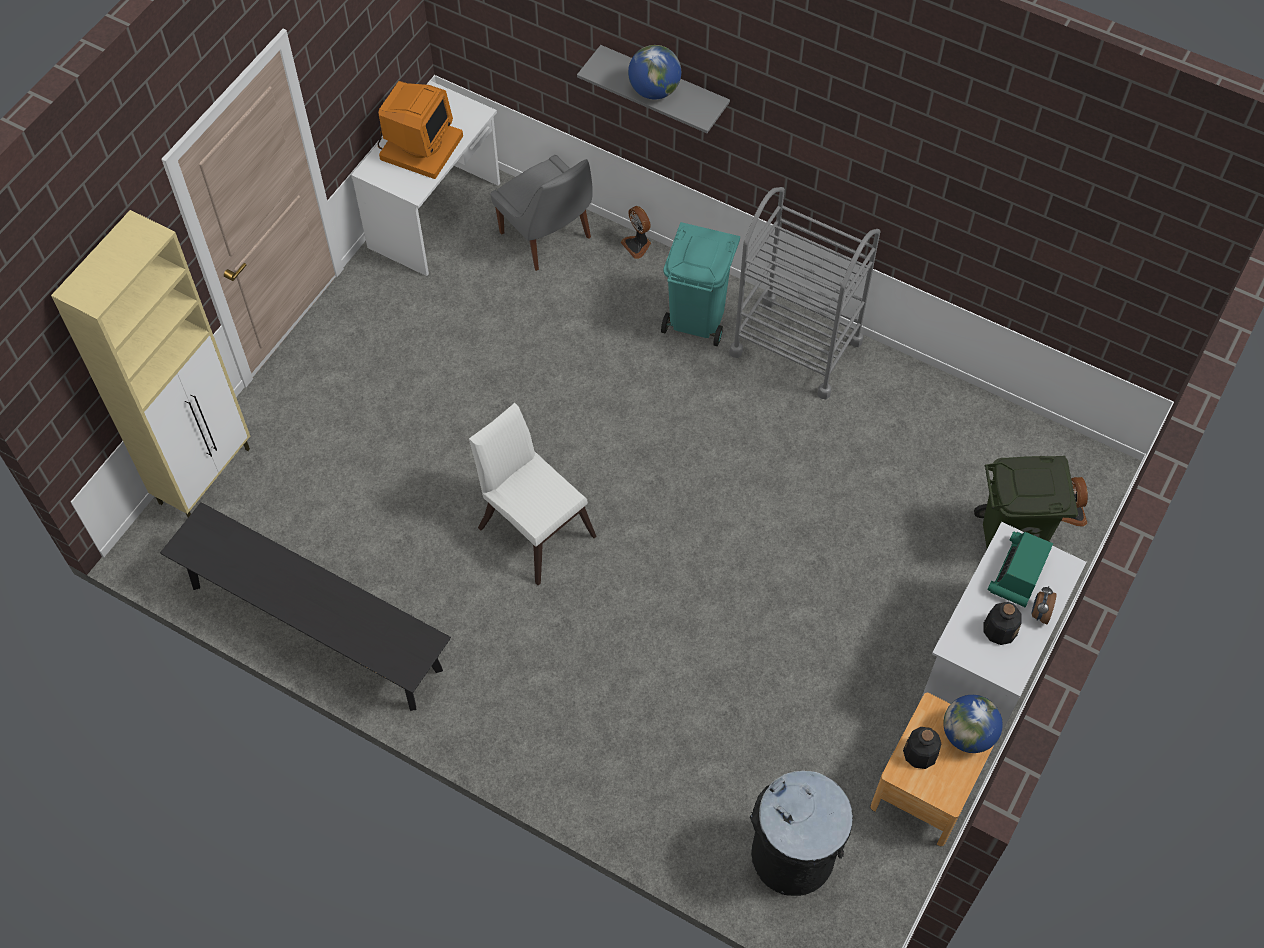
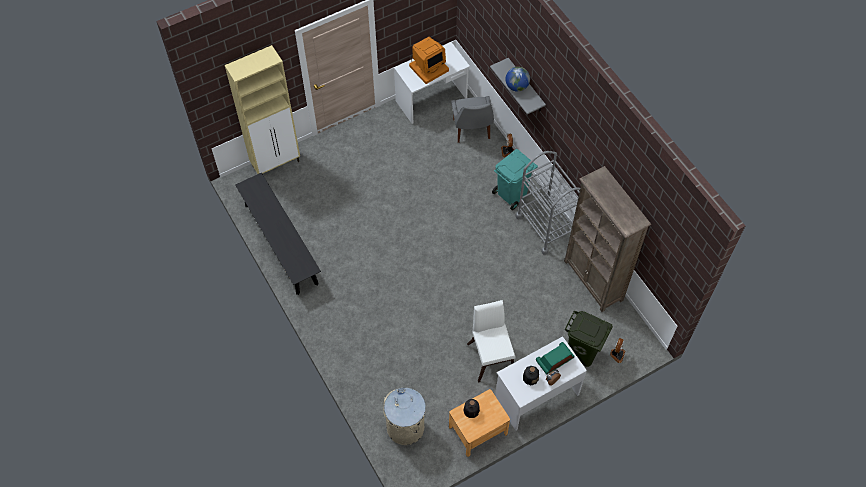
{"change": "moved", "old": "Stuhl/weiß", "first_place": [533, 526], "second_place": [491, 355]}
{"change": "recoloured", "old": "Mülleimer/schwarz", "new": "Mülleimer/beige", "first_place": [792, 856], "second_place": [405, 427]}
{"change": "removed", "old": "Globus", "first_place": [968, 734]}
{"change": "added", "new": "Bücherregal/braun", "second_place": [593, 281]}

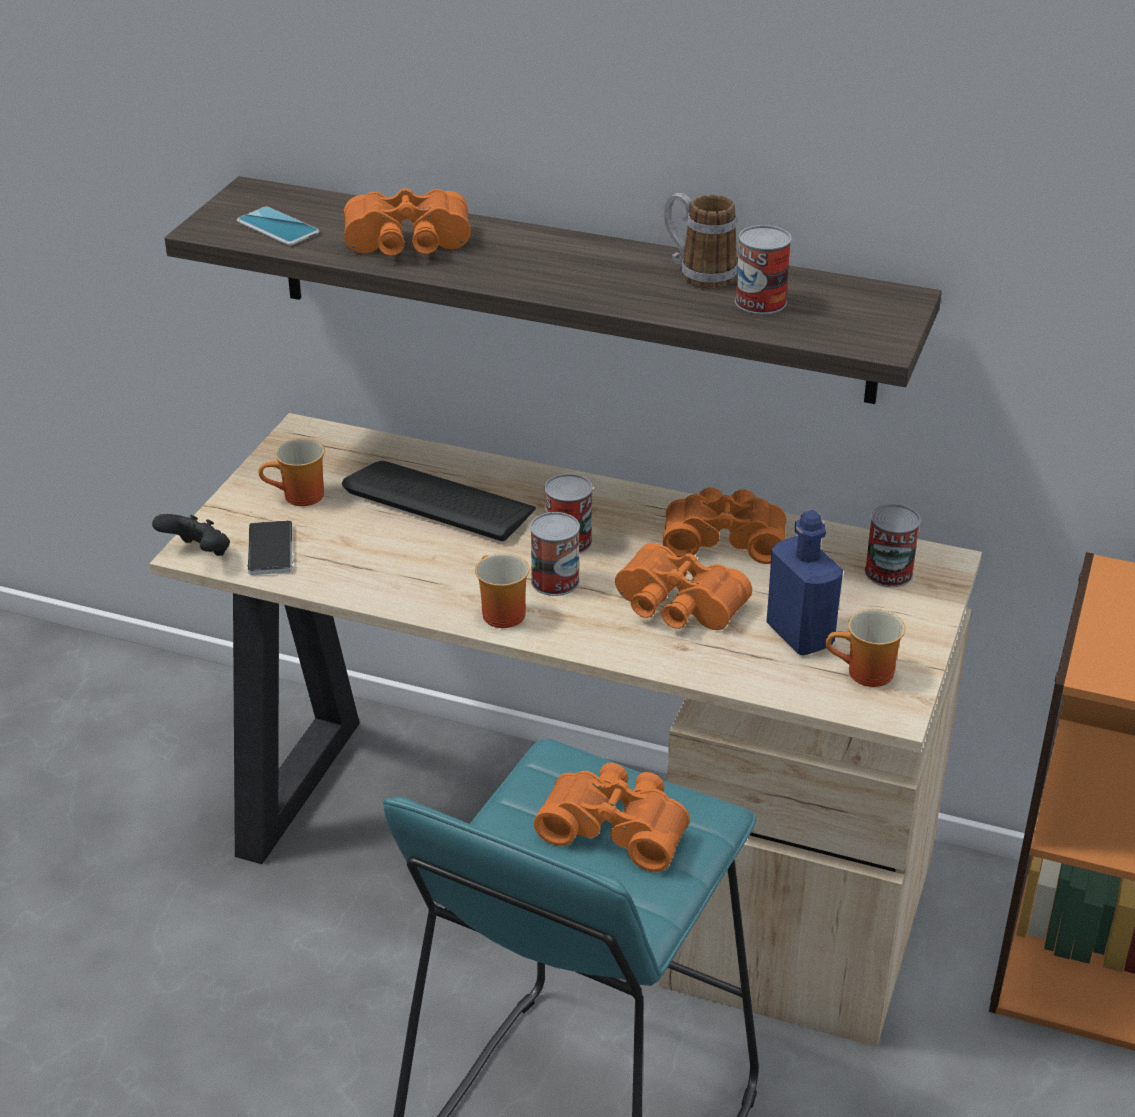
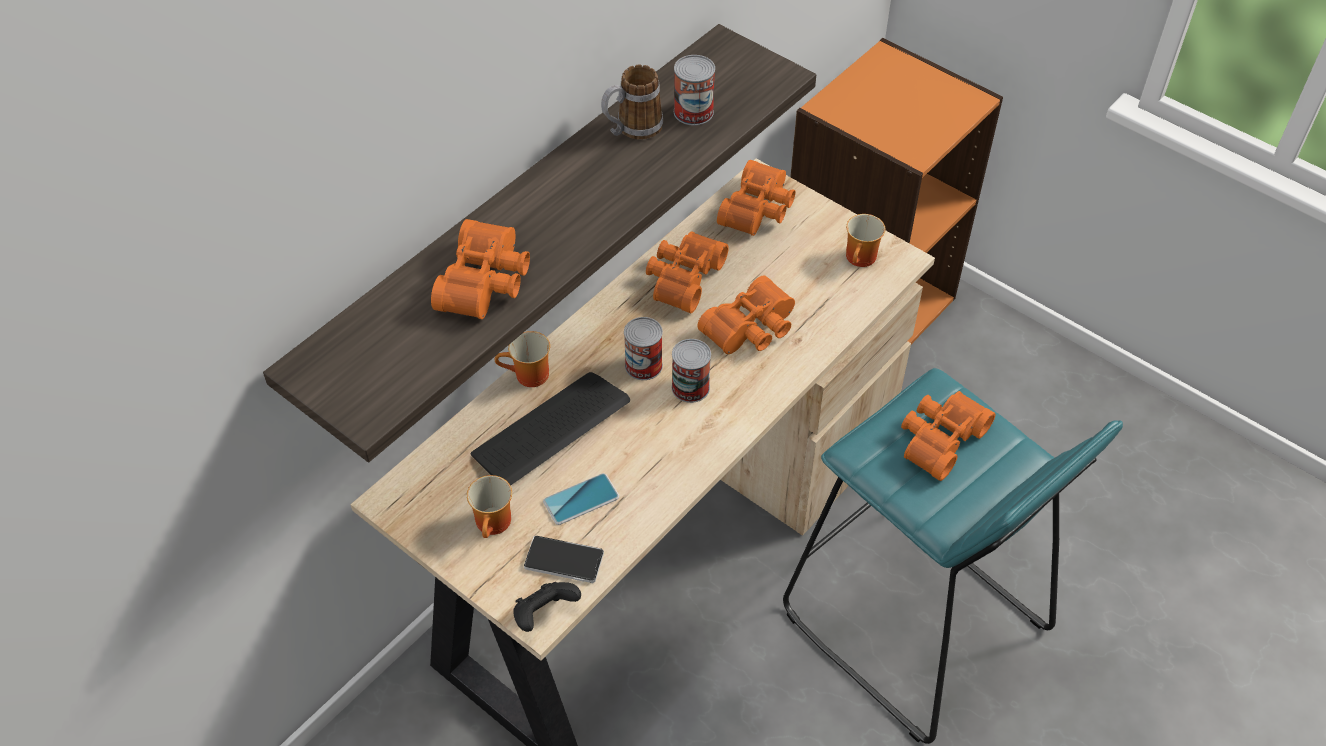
{"change": "moved", "old": "Handy", "first_place": [278, 227], "second_place": [581, 499]}
{"change": "moved", "old": "Henkelbecher", "first_place": [498, 613], "second_place": [528, 377]}
{"change": "removed", "old": "Flasche/blau", "first_place": [800, 635]}
{"change": "replaced", "old": "Dose", "new": "Fernglas/orange", "first_place": [888, 573], "second_place": [760, 209]}

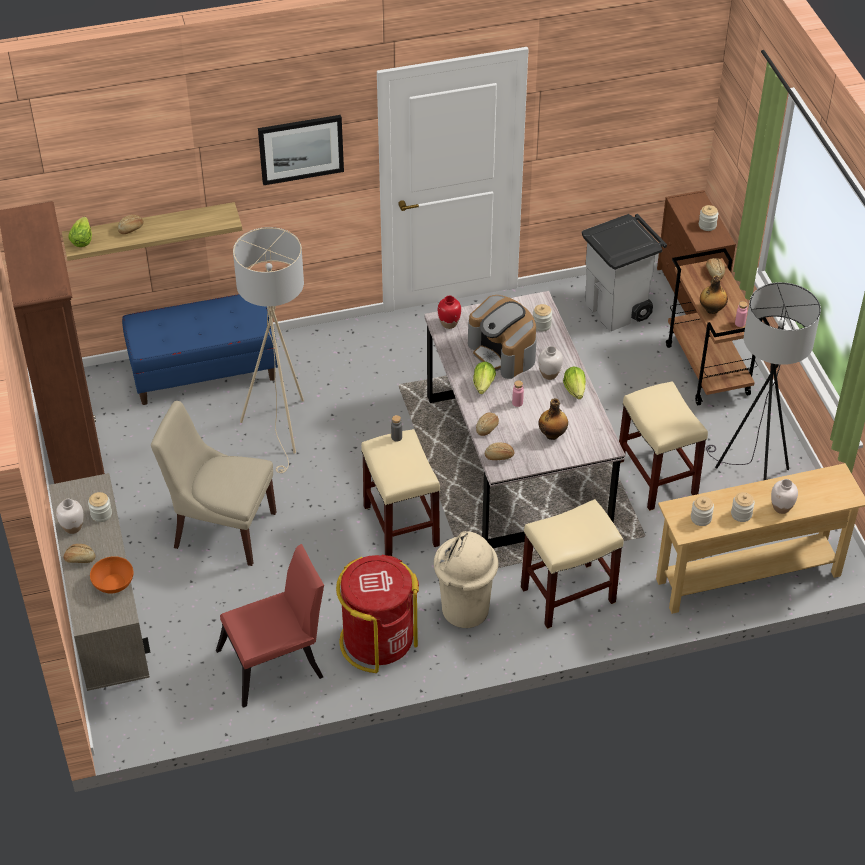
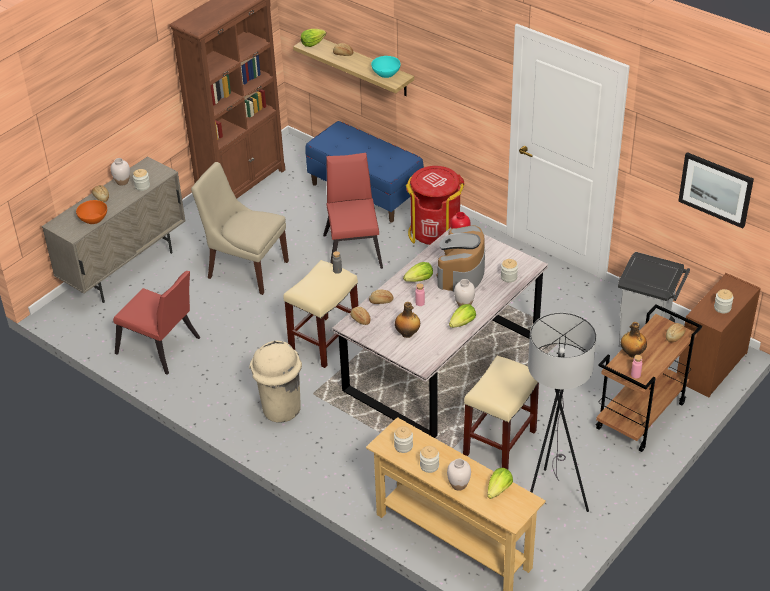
{"change": "turned", "old": "Stuhl/beige", "first_place": [221, 529], "second_place": [245, 268], "degrees": -45}
{"change": "replaced", "old": "Stehlampe/beige", "new": "Stuhl/rot", "first_place": [282, 429], "second_place": [353, 248]}
{"change": "moved", "old": "Bild", "first_place": [301, 149], "second_place": [716, 189]}
{"change": "moved", "old": "Mülleimer/rot", "first_place": [377, 641], "second_place": [435, 233]}
{"change": "removed", "old": "Hocker/beige", "first_place": [567, 596]}
{"change": "added", "new": "Schüssel/türkis", "second_place": [386, 73]}
{"change": "added", "new": "Salatkopf", "second_place": [499, 490]}

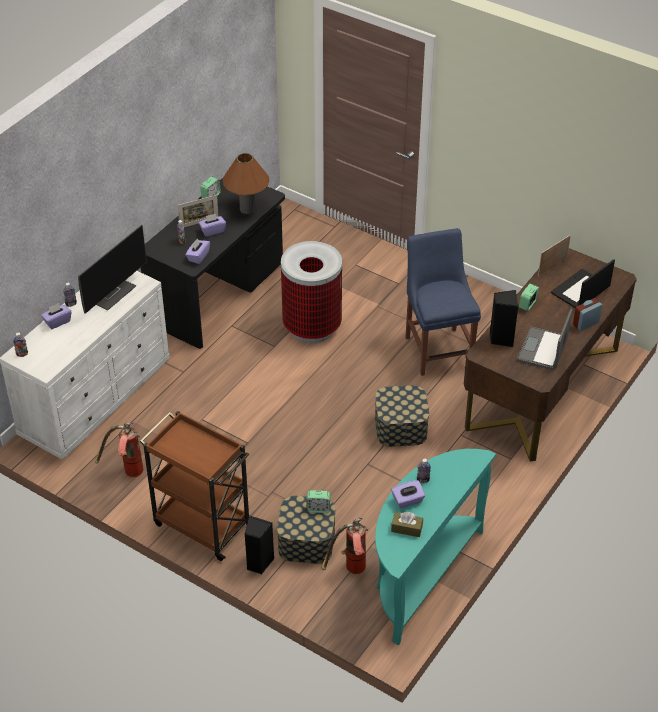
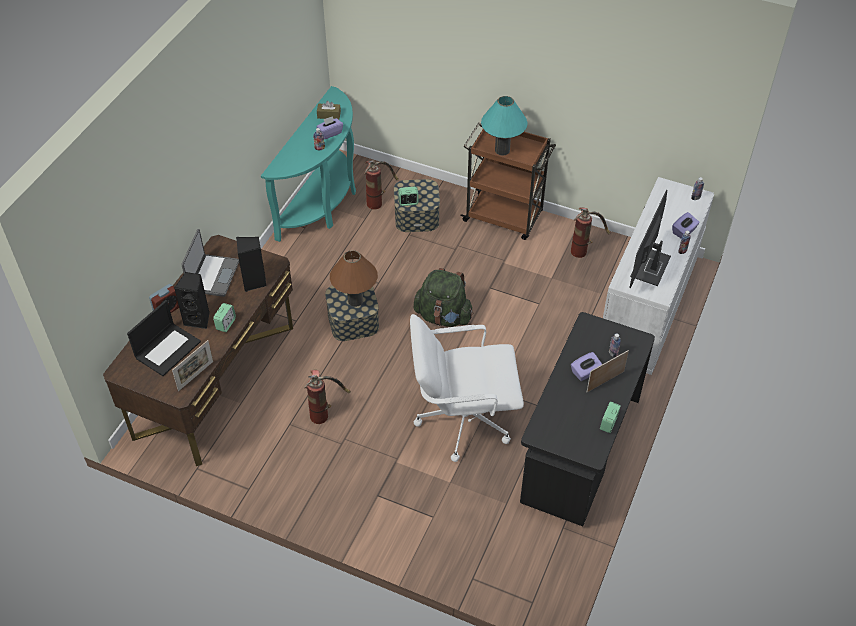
{"change": "removed", "old": "Taschentuchbox/lila", "first_place": [198, 257]}
{"change": "moved", "old": "Tischlampe/braun", "first_place": [247, 209], "second_place": [355, 300]}
{"change": "moved", "old": "Lautsprecher/schwarz", "first_place": [258, 563], "second_place": [198, 319]}
{"change": "replaced", "old": "Mülleimer", "new": "Bürostuhl/weiß", "first_place": [312, 327], "second_place": [462, 420]}
{"change": "replaced", "old": "Stuhl/blau", "new": "Feuerlöscher", "first_place": [437, 349], "second_place": [325, 412]}
{"change": "added", "new": "Rucksack/grün", "second_place": [443, 316]}
{"change": "added", "new": "Tischlampe/türkis", "second_place": [502, 150]}

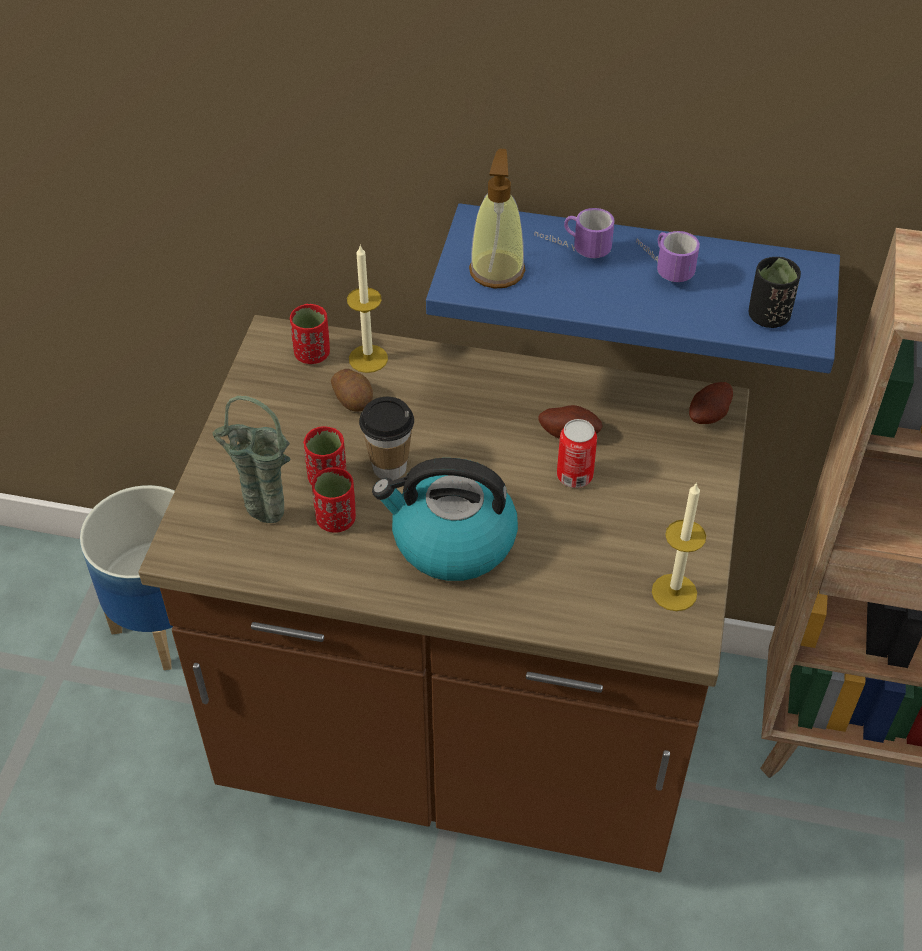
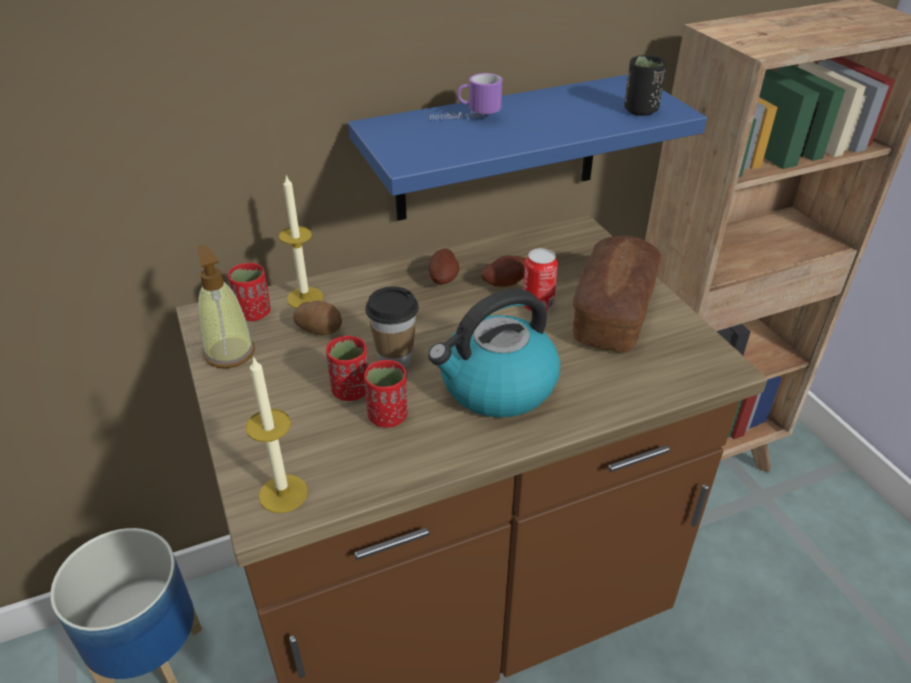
{"change": "removed", "old": "Vase/grün", "first_place": [262, 519]}
{"change": "moved", "old": "Seifenspender", "first_place": [497, 270], "second_place": [229, 352]}
{"change": "removed", "old": "Henkelbecher", "first_place": [661, 266]}
{"change": "moved", "old": "Kerze", "first_place": [674, 592], "second_place": [283, 493]}
{"change": "moved", "old": "Kartoffel", "first_place": [710, 416], "second_place": [444, 279]}
{"change": "added", "new": "Brot", "second_place": [613, 313]}

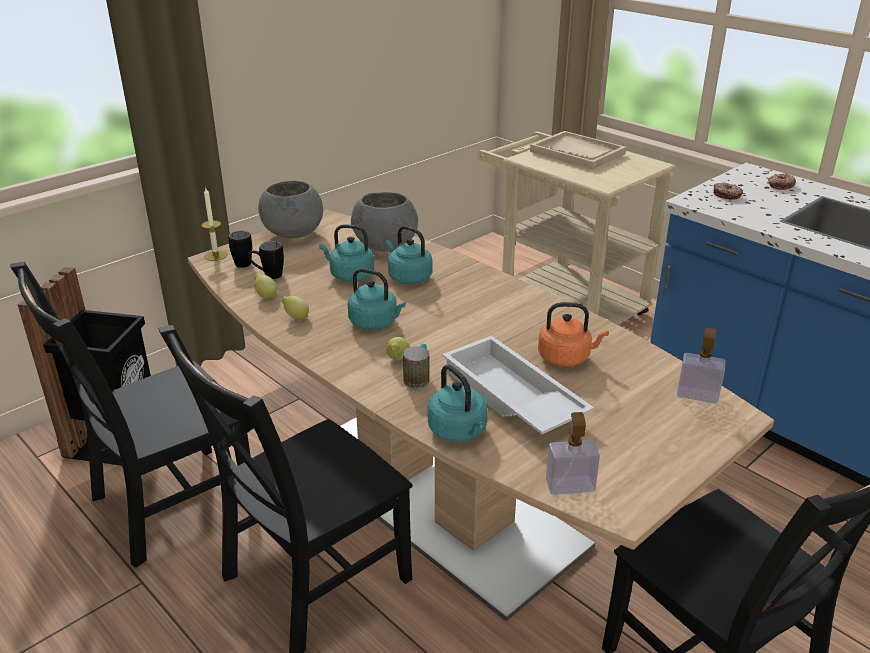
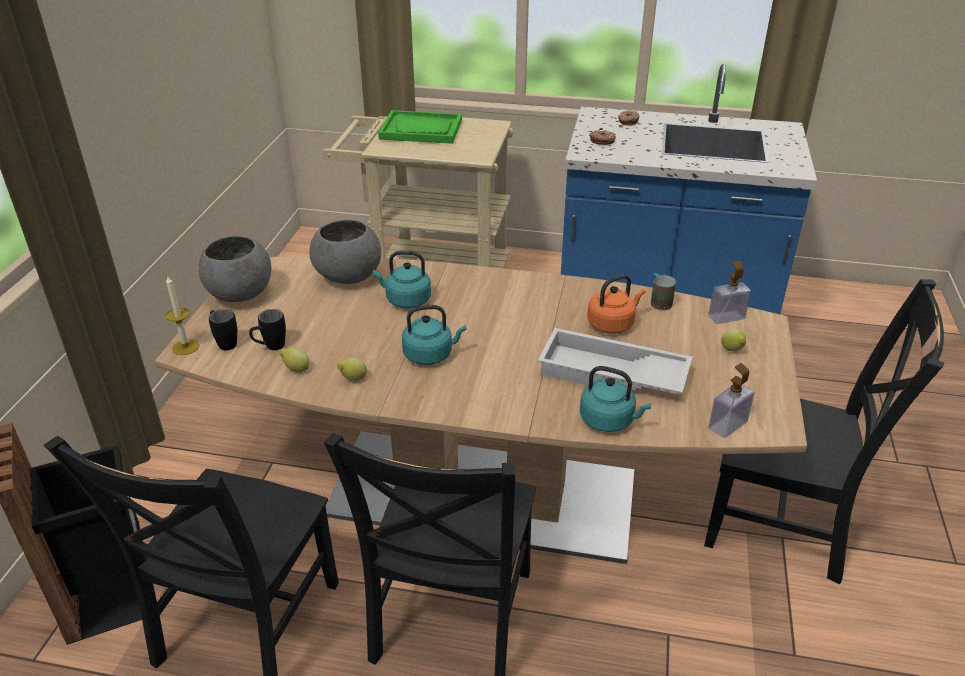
{"change": "removed", "old": "Wasserkessel/türkis", "first_place": [349, 275]}
{"change": "moved", "old": "Zitrone", "first_place": [397, 360], "second_place": [732, 350]}
{"change": "moved", "old": "Henkelbecher", "first_place": [418, 378], "second_place": [659, 301]}
{"change": "recoloured", "old": "Tablett/beige", "new": "Tablett/grün", "first_place": [577, 152], "second_place": [421, 129]}

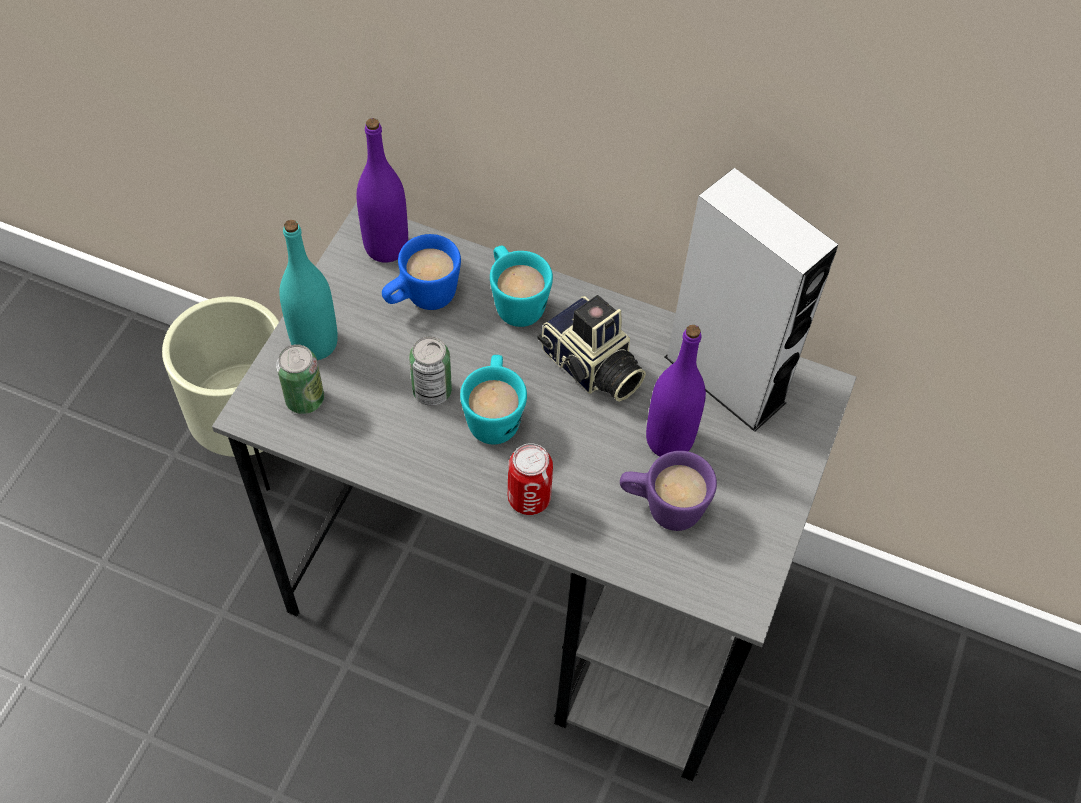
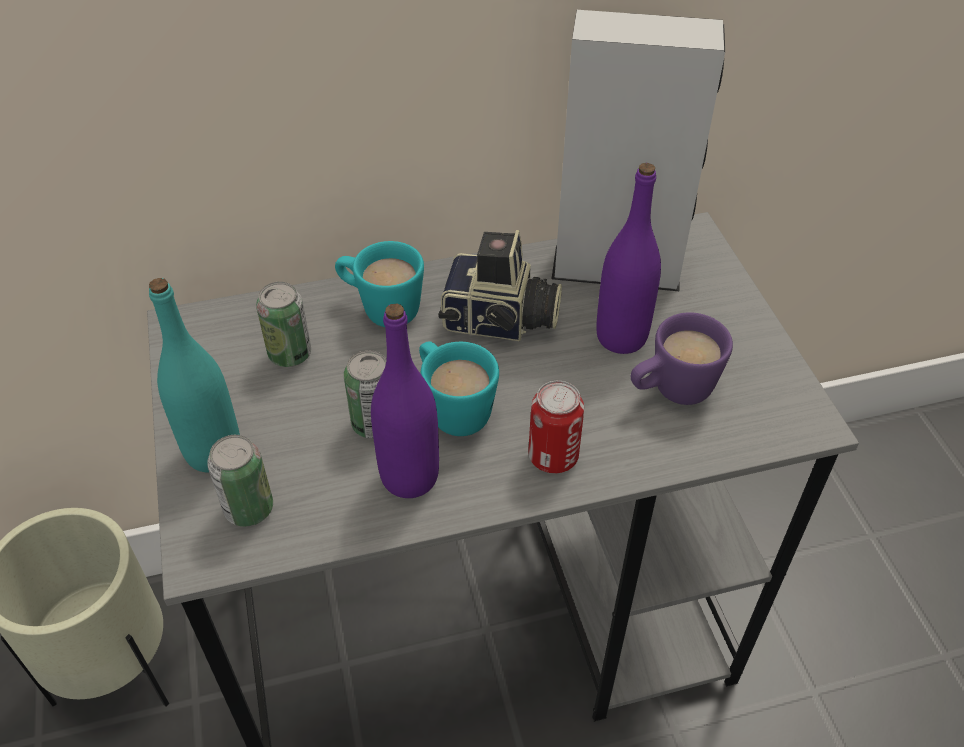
{"change": "moved", "old": "Flasche/lila", "first_place": [386, 247], "second_place": [409, 477]}
{"change": "replaced", "old": "Henkelbecher/blau", "new": "Dose", "first_place": [421, 299], "second_place": [290, 354]}

